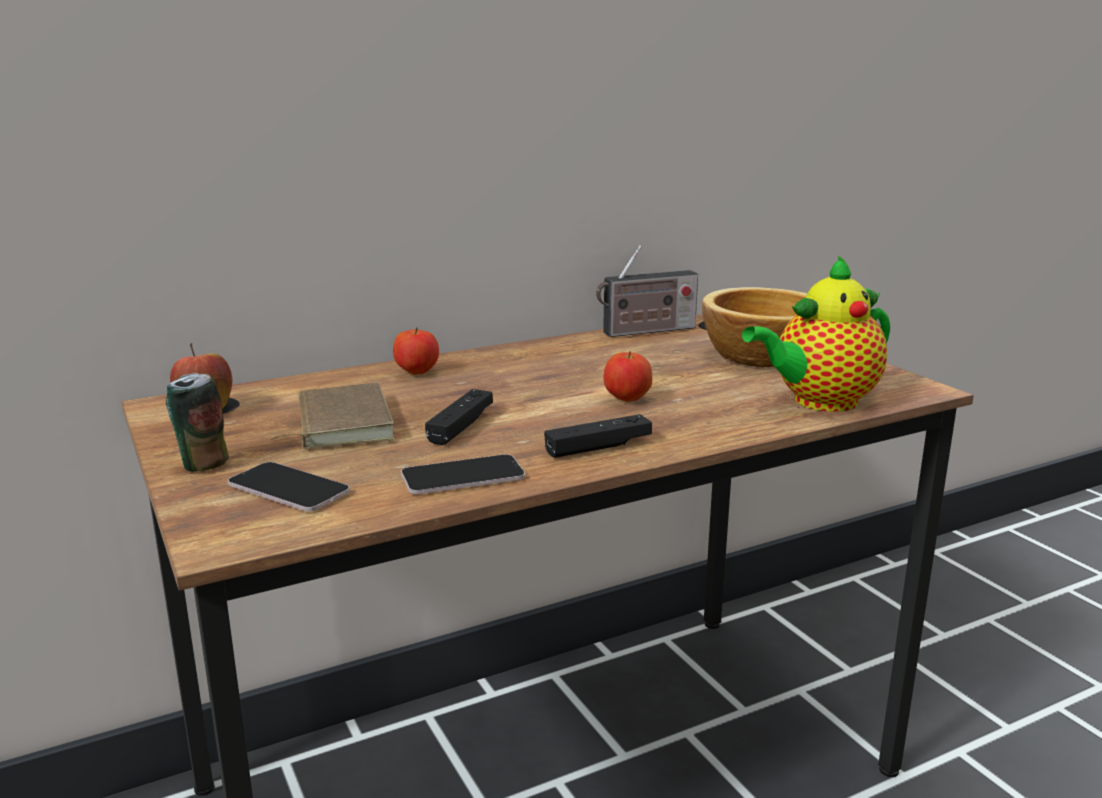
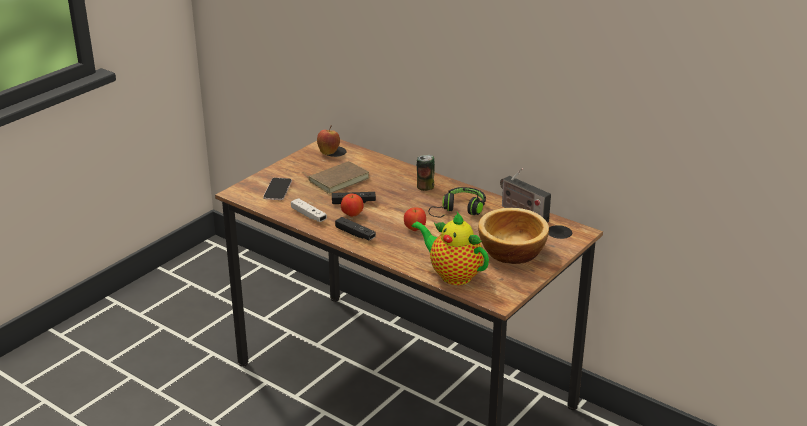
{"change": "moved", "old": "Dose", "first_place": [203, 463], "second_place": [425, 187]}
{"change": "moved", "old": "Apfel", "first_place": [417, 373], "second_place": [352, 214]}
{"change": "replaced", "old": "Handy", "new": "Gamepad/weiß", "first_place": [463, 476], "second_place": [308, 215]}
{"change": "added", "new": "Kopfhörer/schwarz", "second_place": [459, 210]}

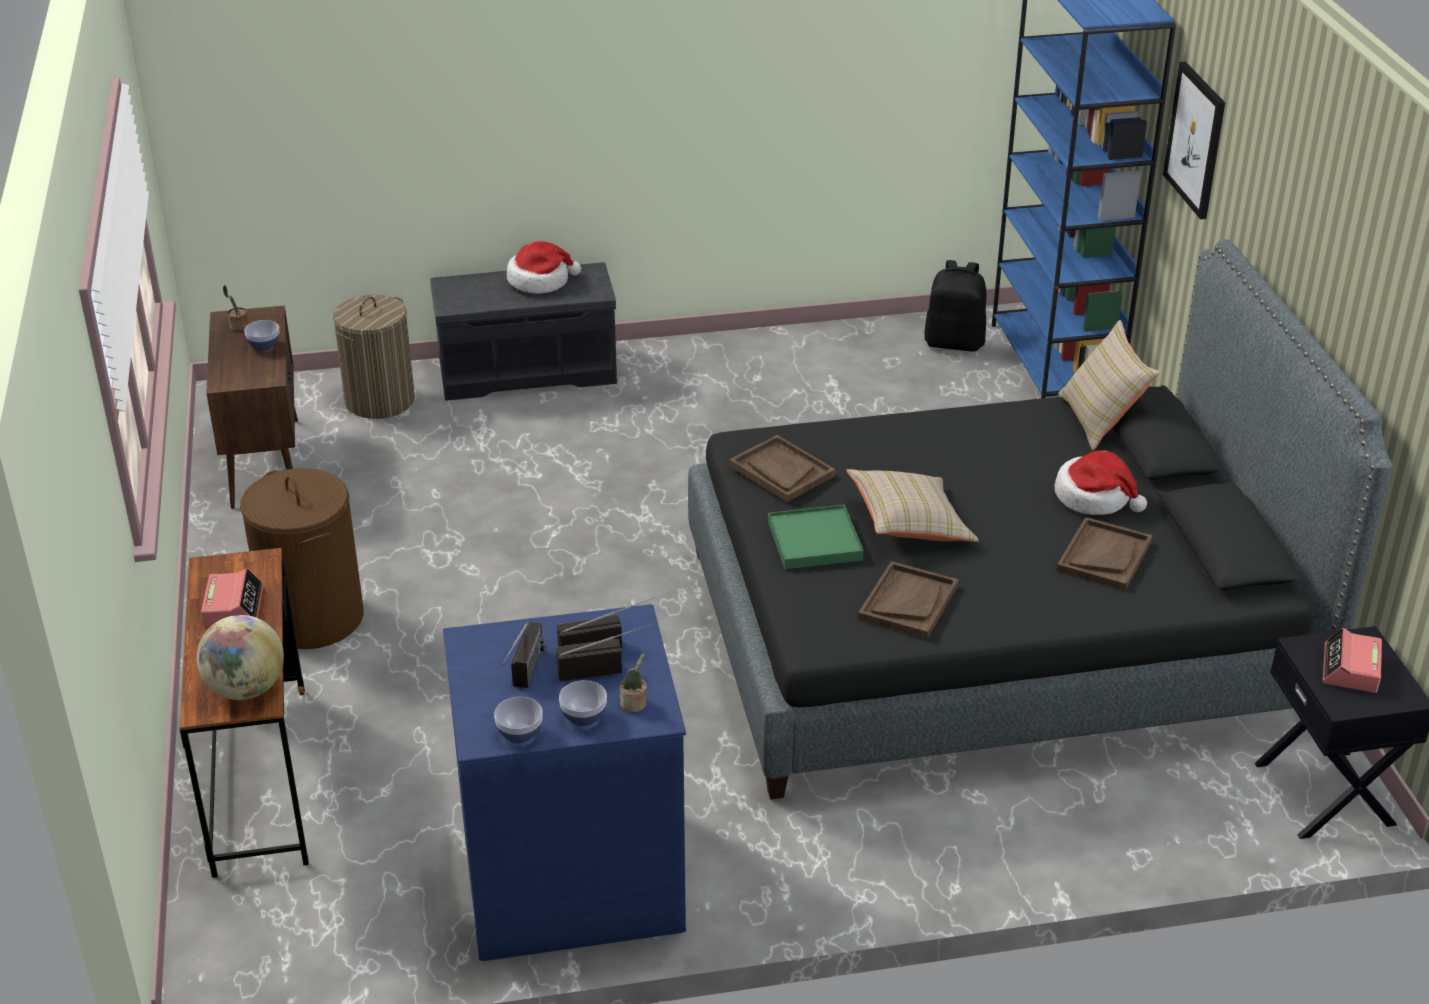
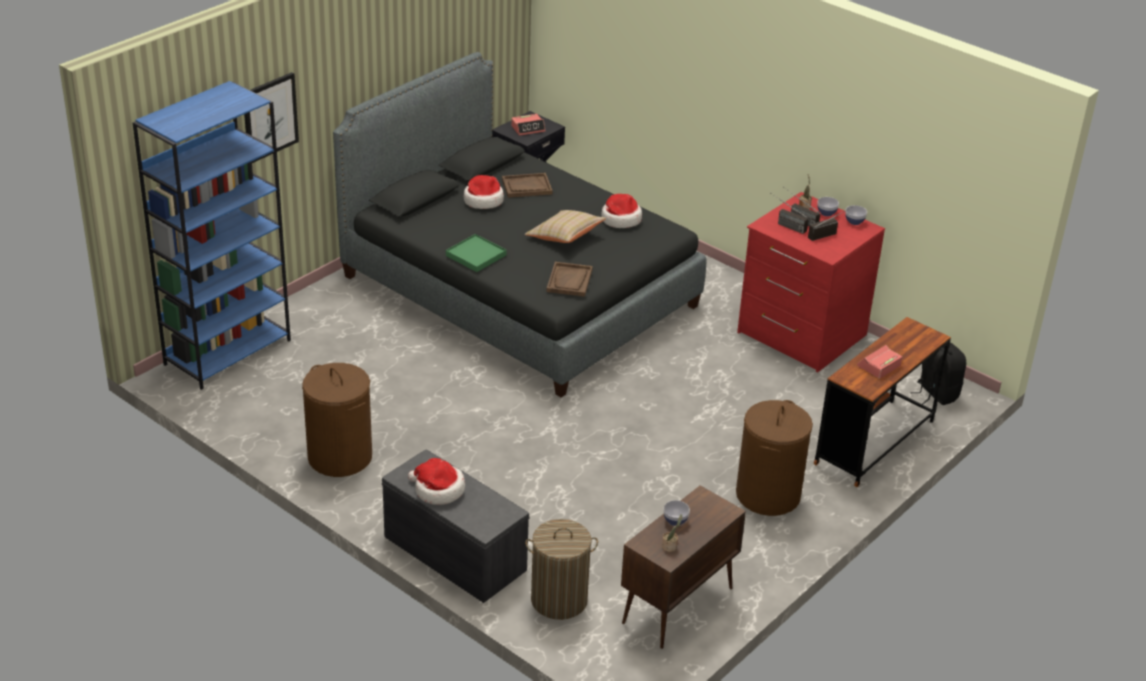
{"change": "removed", "old": "Globus", "first_place": [245, 689]}
{"change": "recoloured", "old": "Kommode/blau", "new": "Kommode/rot", "first_place": [571, 875], "second_place": [800, 334]}
{"change": "moved", "old": "Tablett/grün", "first_place": [814, 541], "second_place": [476, 255]}
{"change": "replaced", "old": "Tablett/braun", "new": "Hut", "first_place": [908, 602], "second_place": [620, 219]}
{"change": "moved", "old": "Rucksack/schwarz", "first_place": [954, 343], "second_place": [935, 394]}
{"change": "removed", "old": "Kissen/beige", "first_place": [1101, 420]}
{"change": "added", "new": "Wäschekorb/braun", "second_place": [340, 457]}

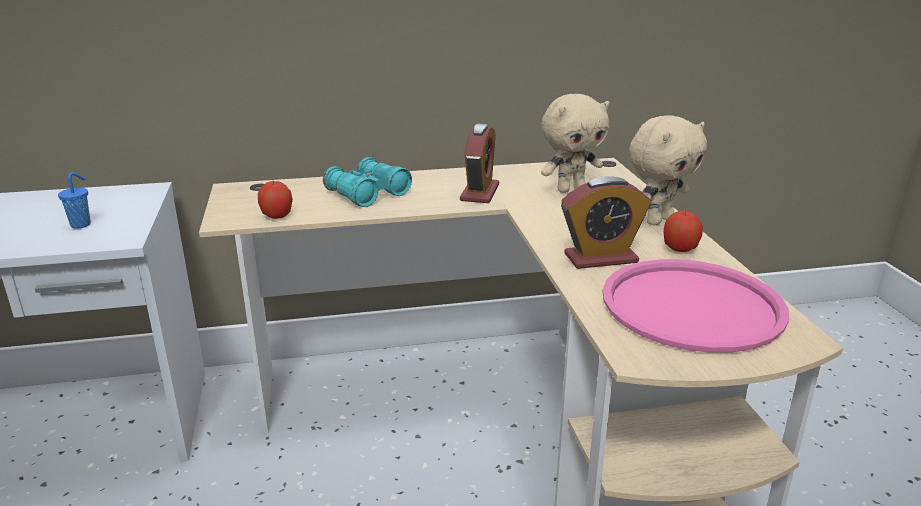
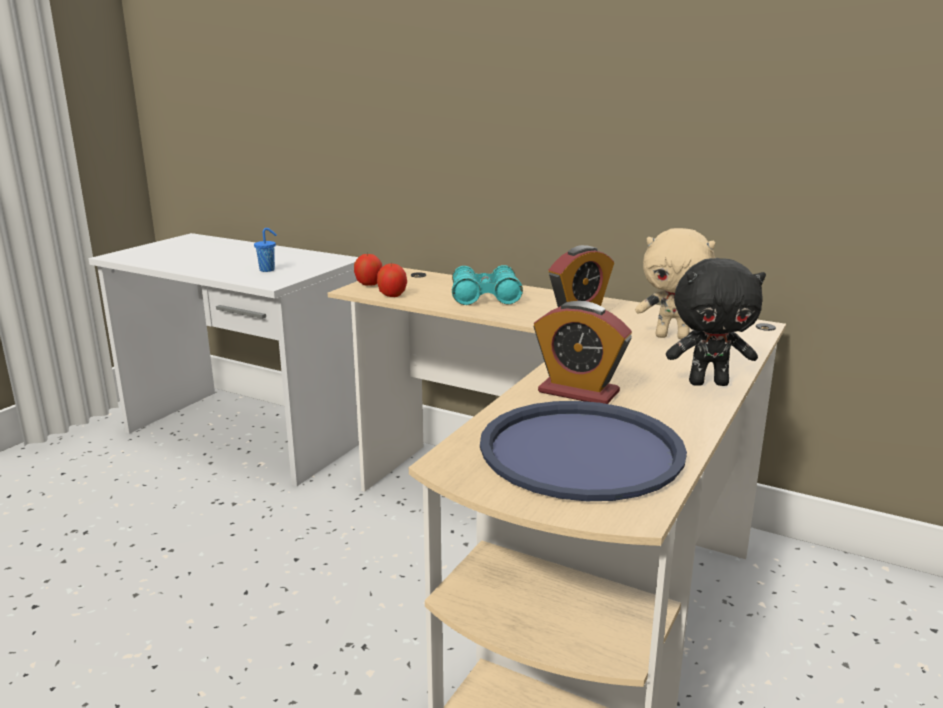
{"change": "recoloured", "old": "Tablett/rosa", "new": "Tablett/blau", "first_place": [692, 306], "second_place": [581, 451]}
{"change": "recoloured", "old": "Plüschtier/beige", "new": "Plüschtier/schwarz", "first_place": [658, 220], "second_place": [708, 383]}
{"change": "moved", "old": "Apfel", "first_place": [680, 249], "second_place": [369, 284]}

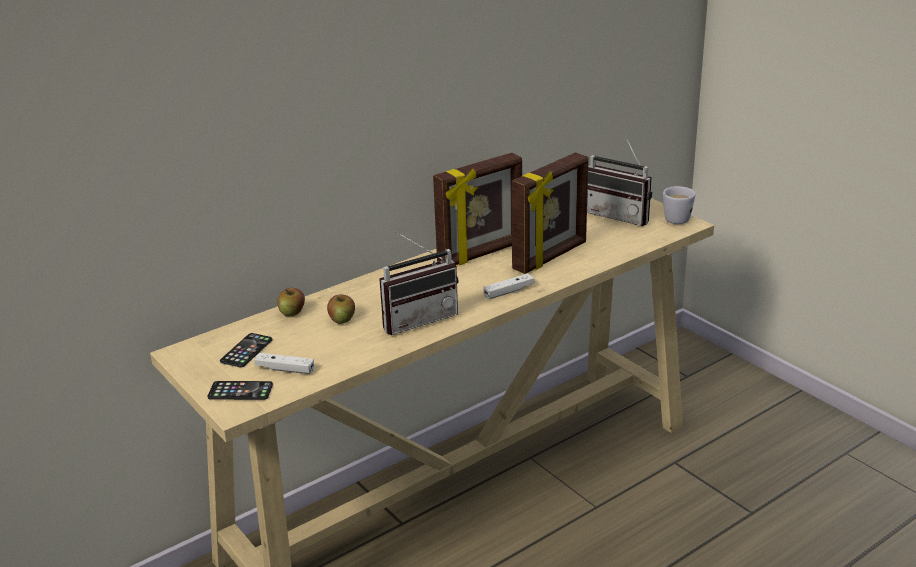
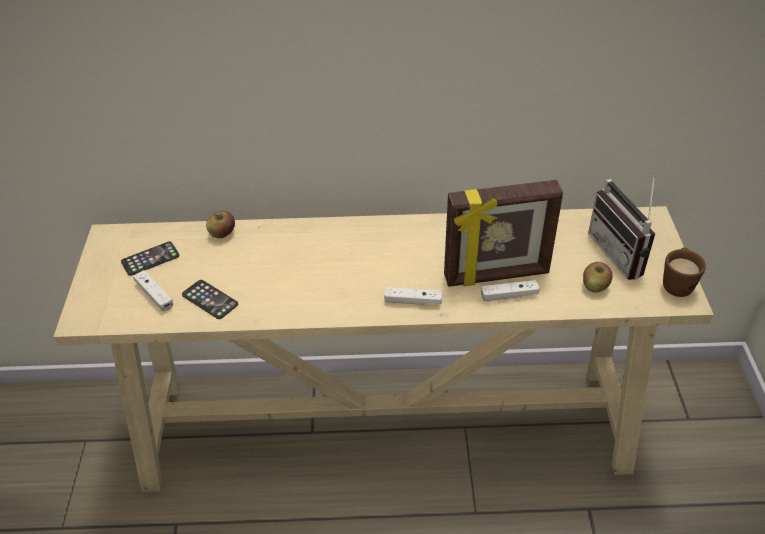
{"change": "moved", "old": "Handy", "first_place": [240, 391], "second_place": [210, 300]}
{"change": "moved", "old": "Apfel", "first_place": [342, 319], "second_place": [595, 286]}
{"change": "removed", "old": "Radio", "first_place": [417, 318]}
{"change": "removed", "old": "Bilderrahmen", "first_place": [481, 254]}
{"change": "recoloured", "old": "Henkelbecher/weiß", "new": "Henkelbecher/braun", "first_place": [674, 218], "second_place": [677, 283]}
{"change": "added", "new": "Gamepad/weiß", "second_place": [509, 295]}

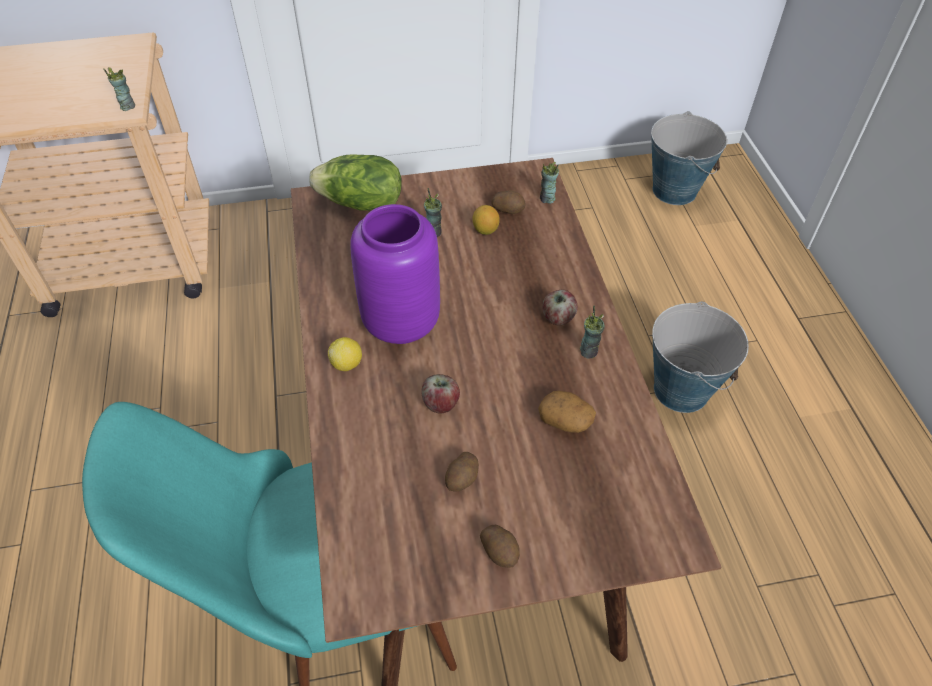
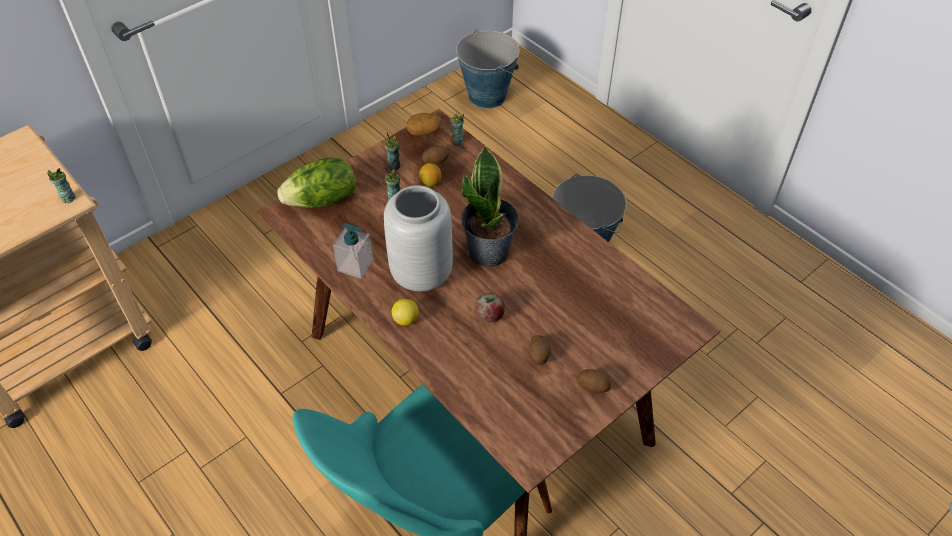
{"change": "recoloured", "old": "Vase/lila", "new": "Vase/grau", "first_place": [403, 323], "second_place": [423, 274]}
{"change": "moved", "old": "Kartoffel", "first_place": [565, 420], "second_place": [424, 131]}
{"change": "removed", "old": "Apfel", "first_place": [557, 318]}
{"change": "moved", "old": "Tasse", "first_place": [589, 351], "second_place": [394, 166]}
{"change": "added", "new": "Seifenspender", "second_place": [355, 265]}
{"change": "added", "new": "Topfpflanze", "second_place": [489, 251]}

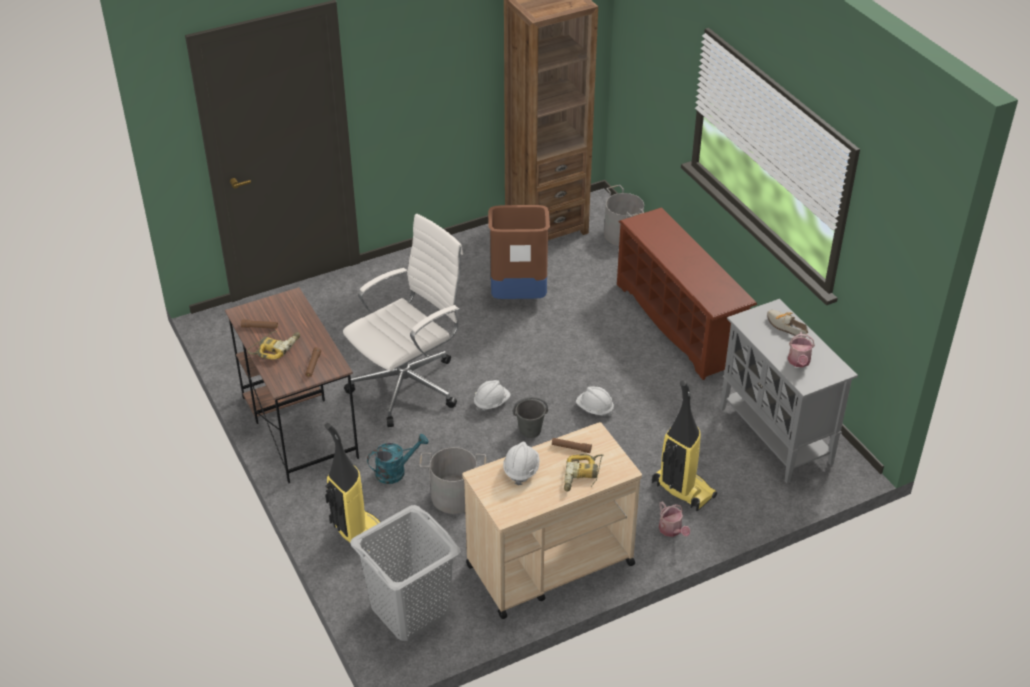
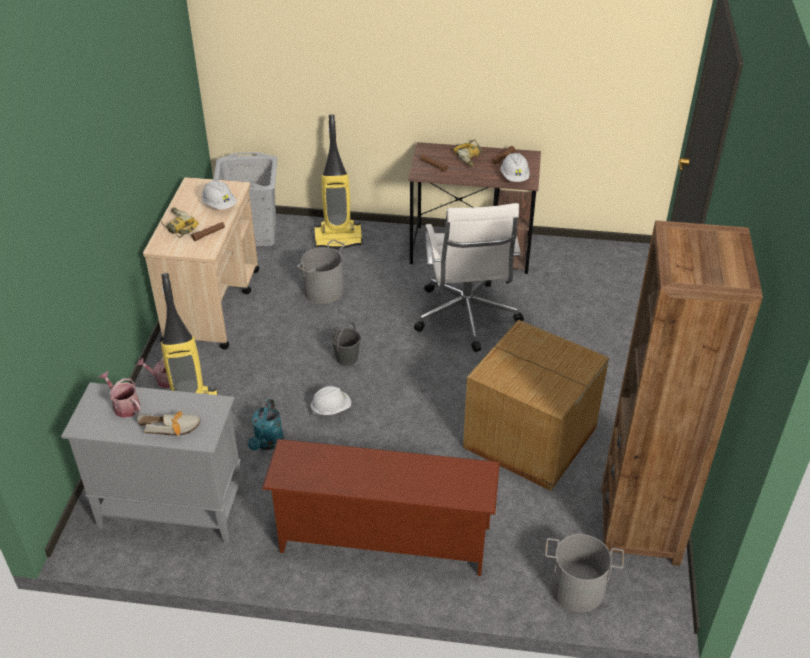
{"change": "moved", "old": "Gießkanne/türkis", "first_place": [396, 471], "second_place": [267, 443]}
{"change": "moved", "old": "Schutzhelm/weiß", "first_place": [491, 402], "second_place": [514, 177]}
{"change": "replaced", "old": "Mülleimer/braun", "new": "Karton", "first_place": [518, 296], "second_place": [530, 439]}

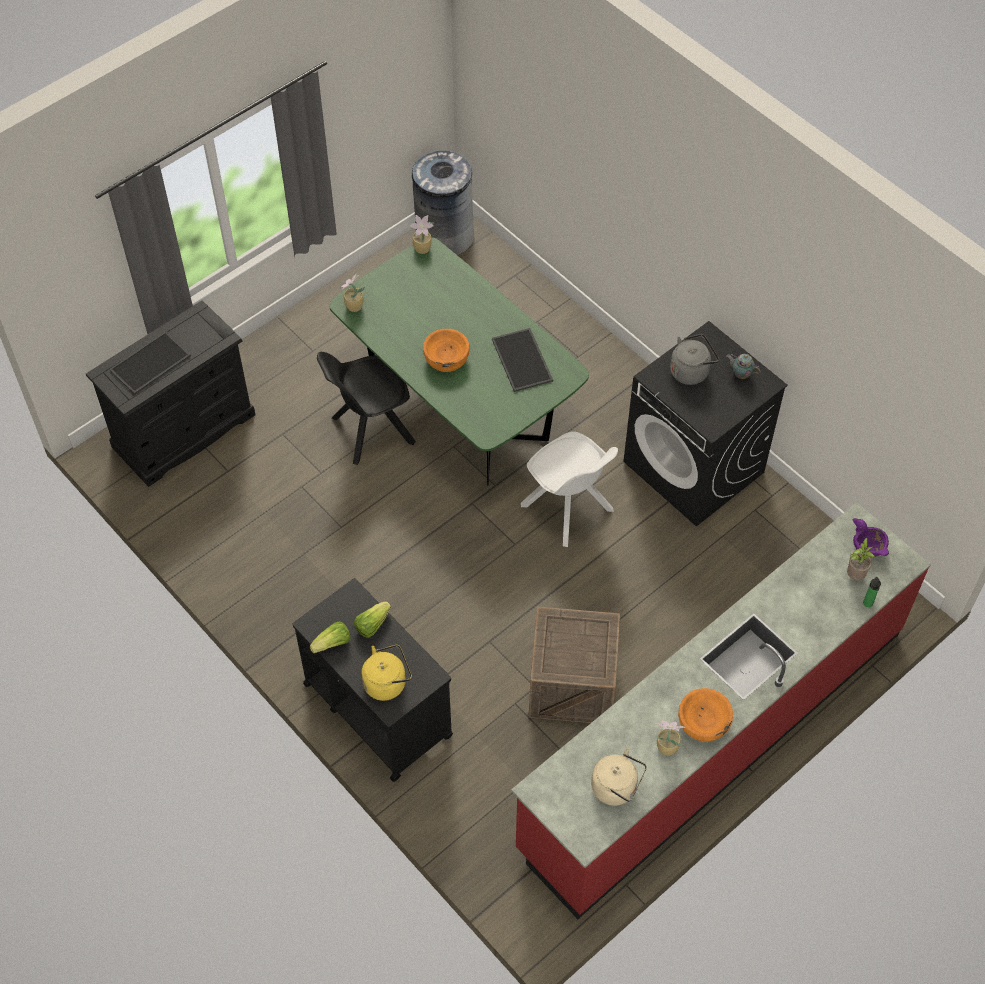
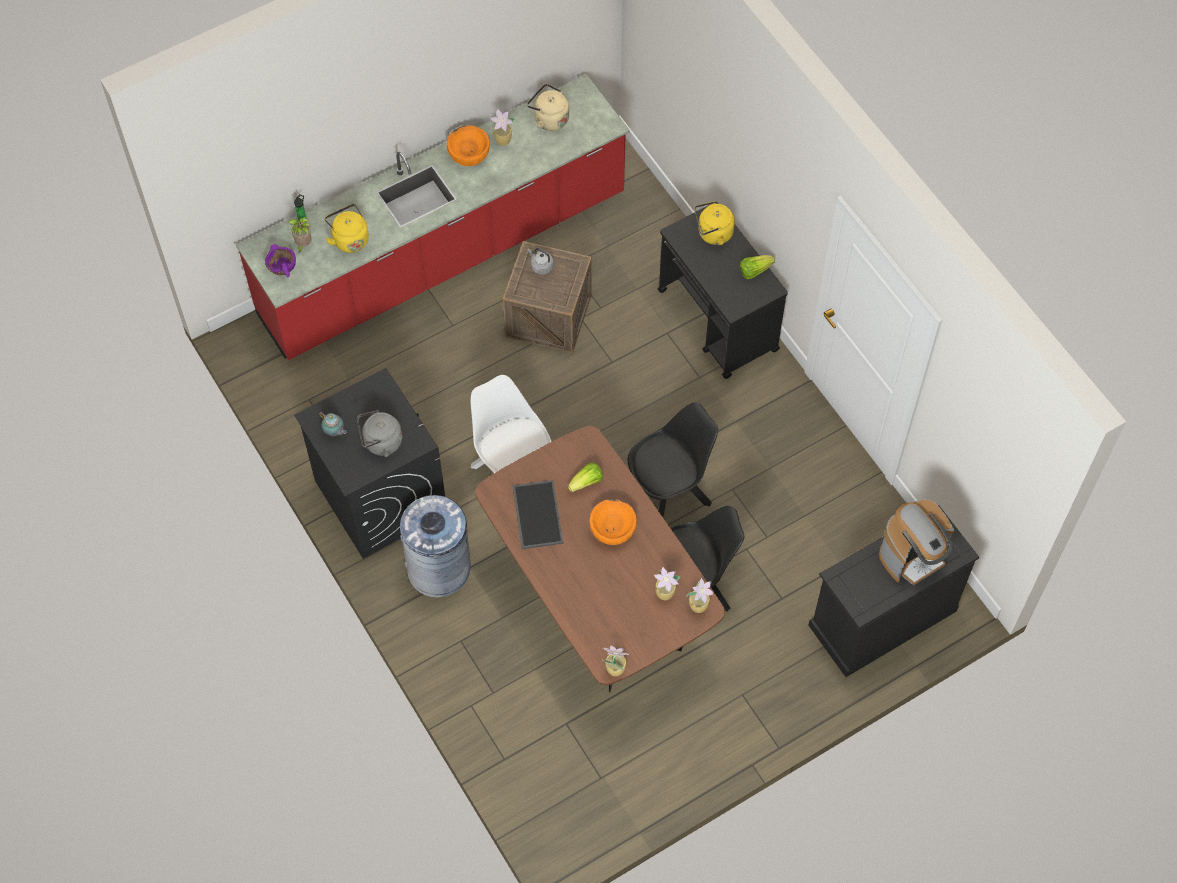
{"change": "replaced", "old": "Tablett", "new": "Kaffeemaschine", "first_place": [150, 364], "second_place": [913, 556]}
{"change": "recoloured", "old": "Esstisch/grün", "new": "Esstisch/braun", "first_place": [460, 408], "second_place": [596, 599]}
{"change": "moved", "old": "Salatkopf", "first_place": [372, 624], "second_place": [586, 482]}
{"change": "moved", "old": "Mülleimer/grau", "first_place": [444, 236], "second_place": [439, 569]}
{"change": "added", "new": "Wasserkessel/gelb", "second_place": [349, 239]}
{"change": "added", "new": "Wasserkessel/grau", "second_place": [540, 266]}
{"change": "added", "new": "Stuhl/schwarz", "second_place": [669, 494]}
{"change": "added", "new": "Topfpflanze", "second_place": [665, 594]}

